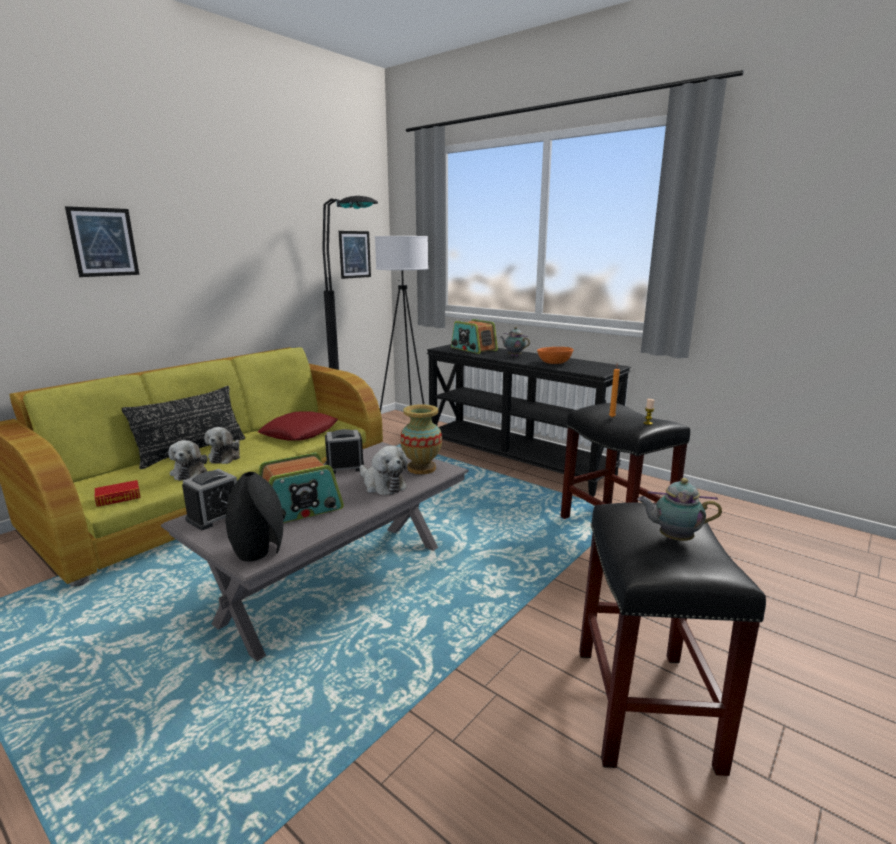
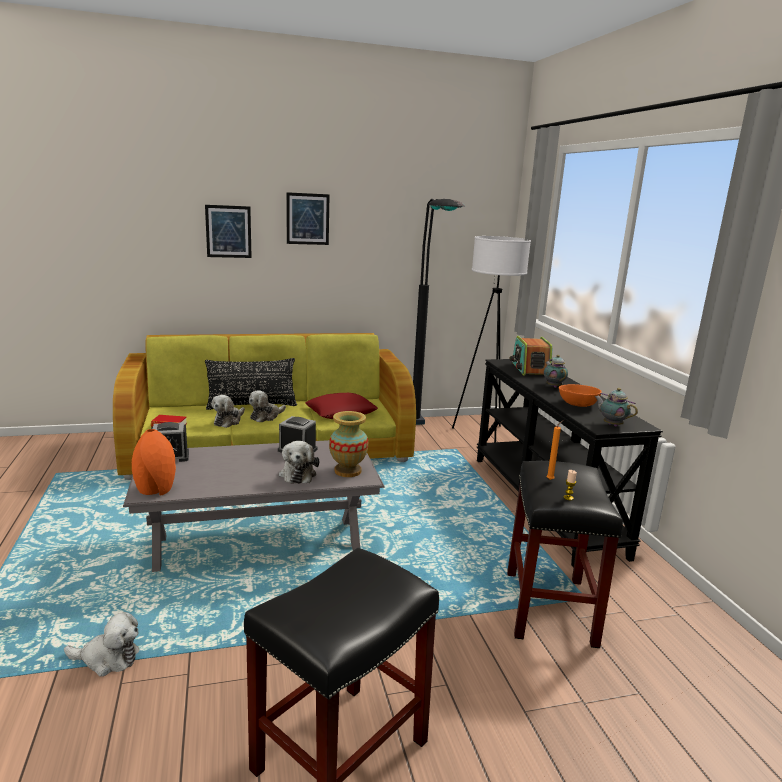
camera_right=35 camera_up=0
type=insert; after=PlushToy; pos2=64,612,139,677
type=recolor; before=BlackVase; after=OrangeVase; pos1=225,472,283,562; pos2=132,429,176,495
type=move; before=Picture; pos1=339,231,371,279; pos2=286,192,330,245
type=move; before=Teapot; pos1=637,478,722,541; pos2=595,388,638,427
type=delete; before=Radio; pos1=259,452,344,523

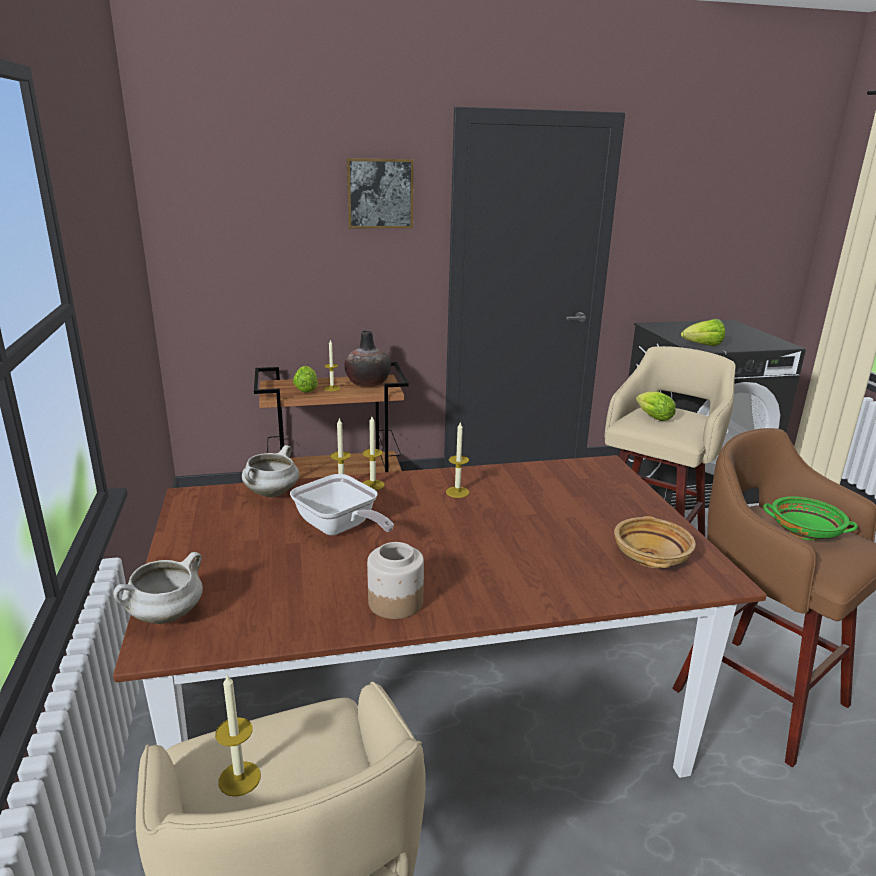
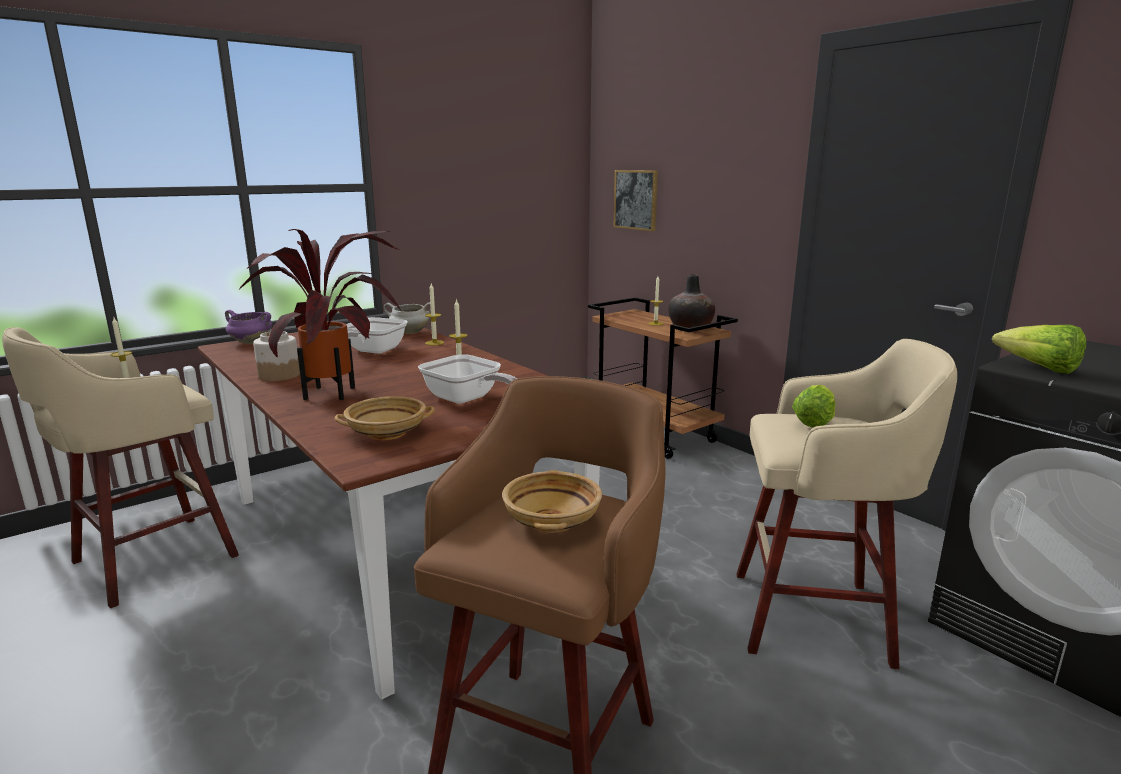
camera_right=65 camera_up=-5
type=recolor; before=WhiteCookingPot; after=PurpleCookingPot; pos1=113,552,203,624; pos2=225,310,272,344
type=insert; after=PottedPlant; pos2=240,229,401,400
type=insert; after=FryingPan; pos2=418,354,517,404
type=recolor; before=GreenBowl; after=BeigeBowl; pos1=763,496,858,541; pos2=502,470,602,533
type=move; before=Picture; pos1=347,158,414,228; pos2=613,170,658,231
type=delete; before=Lettuce; pos1=293,366,318,393
type=delete; before=Candle; pos1=362,416,385,490

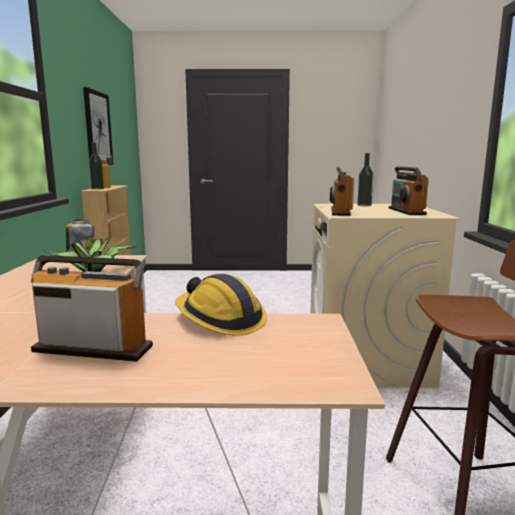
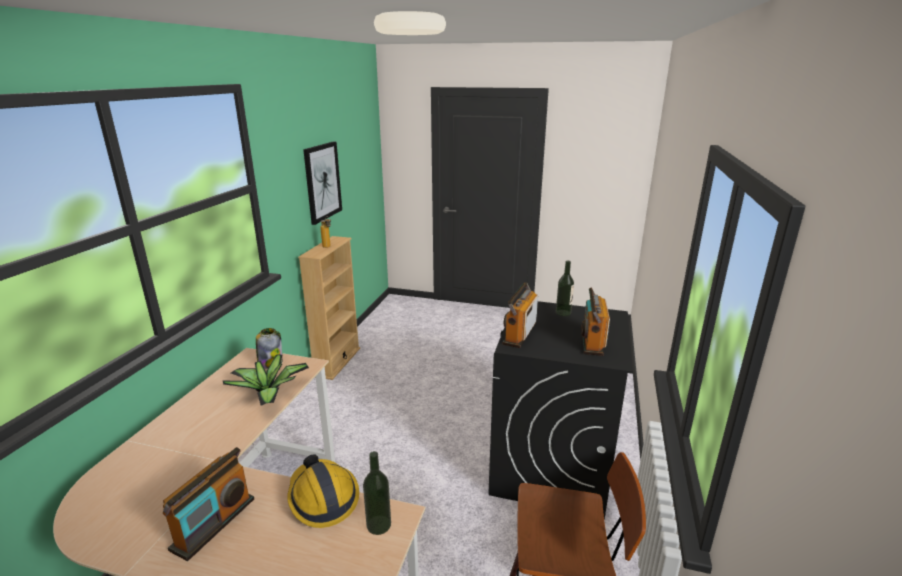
camera_right=15 camera_up=10
type=rotate; before=Radio; pos1=31,255,153,362; pos2=162,447,254,561; turn=90
type=move; before=Bottle; pos1=89,142,104,190; pos2=363,451,391,535
type=recolor; before=BeigeWashingMachine; after=BlackWashingMachine; pos1=310,204,461,388; pos2=488,299,633,519

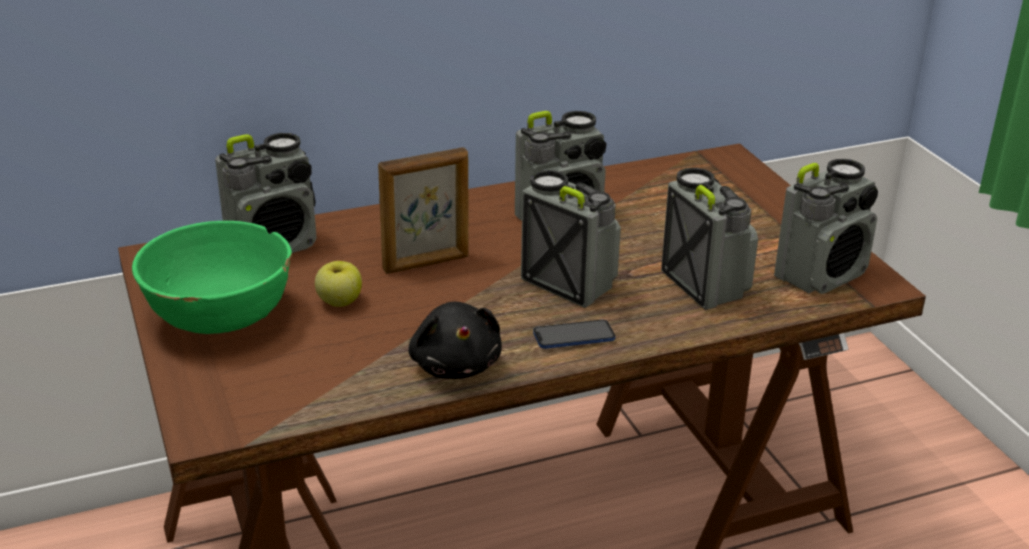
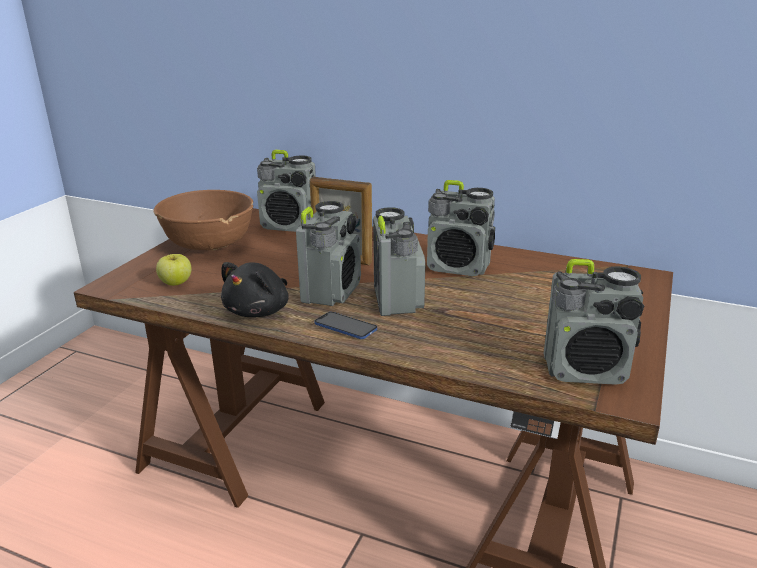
camera_right=45 camera_up=-5
type=recolor; before=GreenBowl; after=BrownBowl; pos1=132,221,292,334; pos2=154,190,253,250
type=move; before=Apple; pos1=315,261,362,307; pos2=156,254,192,286
type=move; before=Radio; pos1=661,168,758,310; pos2=296,201,361,306

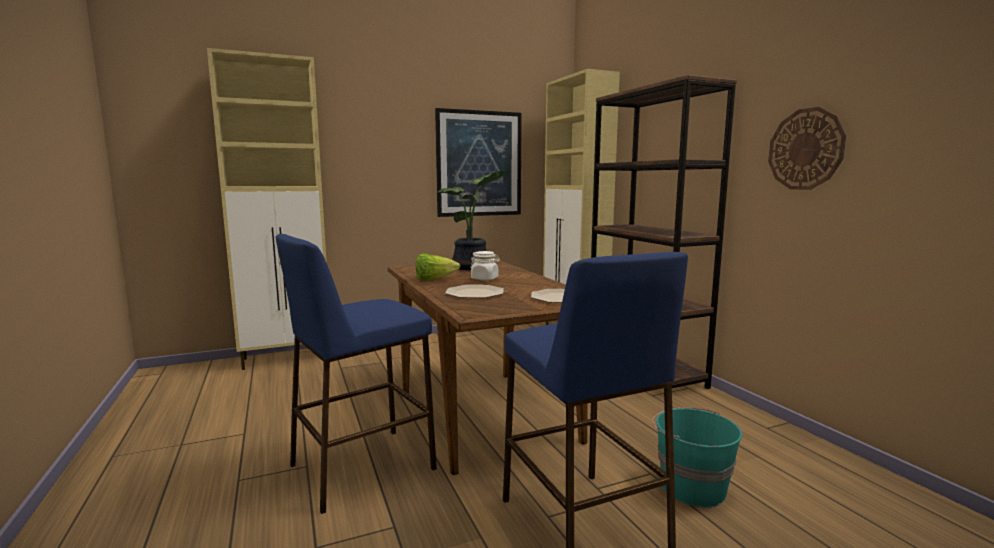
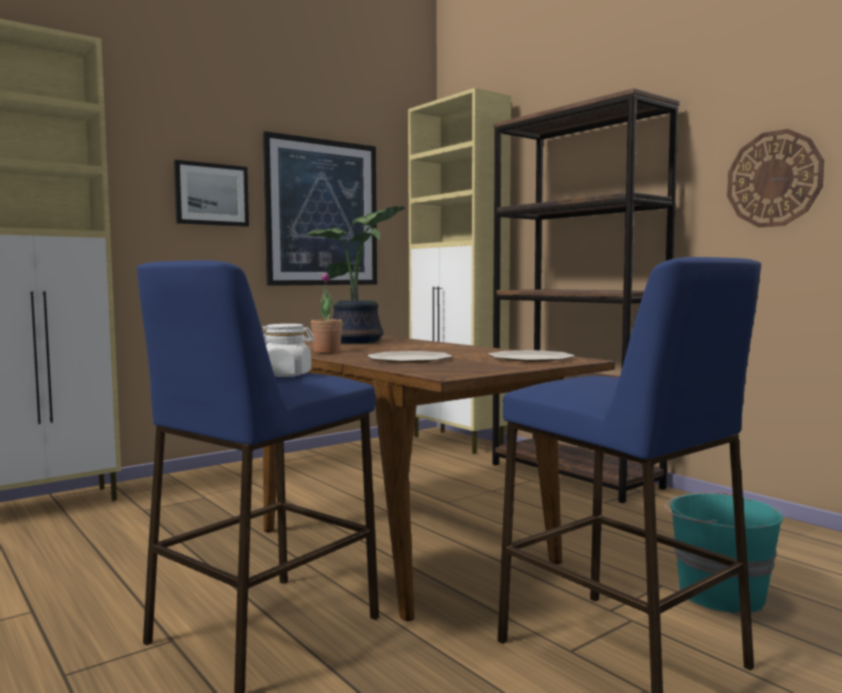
camera_right=-15 camera_up=-5
type=insert; after=Picture; pos2=174,160,249,227
type=move; before=WhiteJar; pos1=470,251,500,280; pos2=262,324,315,377
type=replace; before=Lettuce; after=PottedPlant; pos1=416,253,460,280; pos2=311,272,343,353

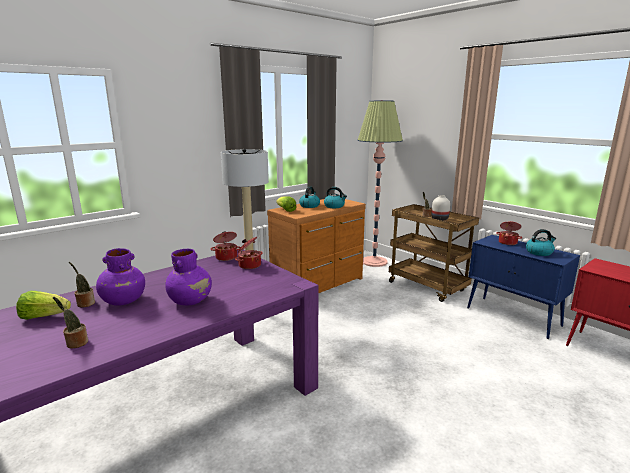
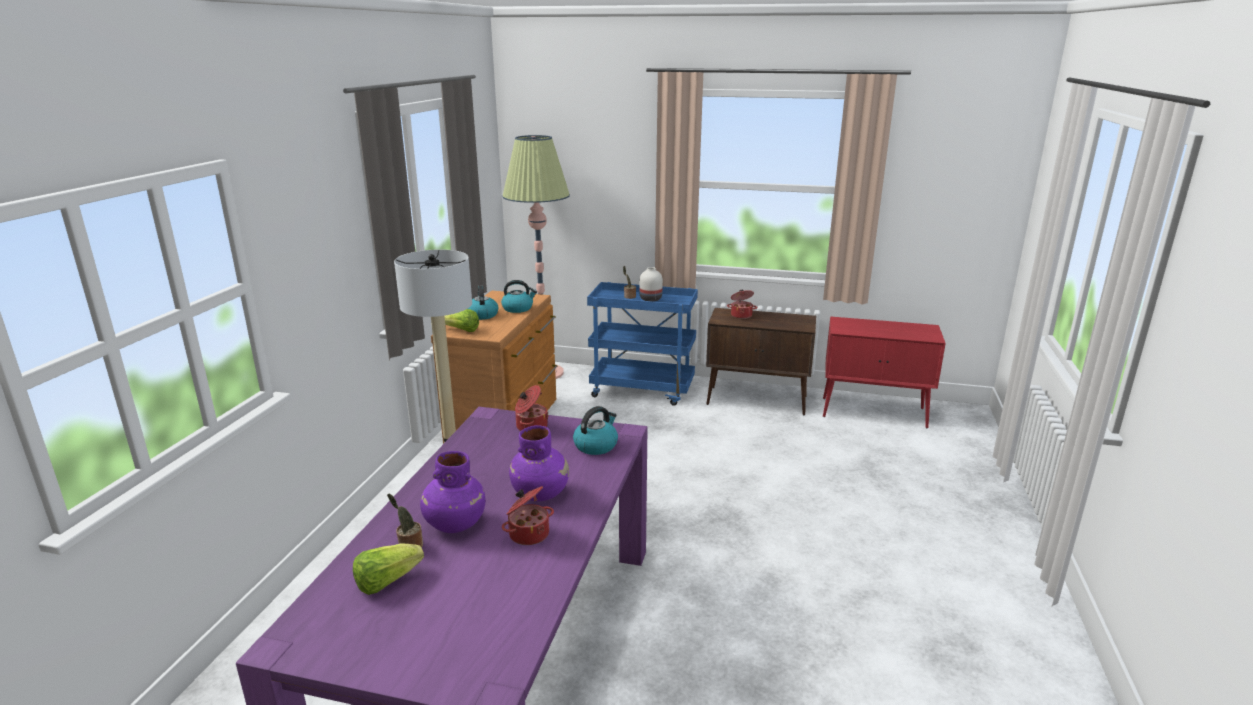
camera_right=-35 camera_up=5
type=move; before=CookingPot; pos1=211,231,241,261; pos2=502,486,554,545
type=move; before=Kettle; pos1=526,229,556,256; pos2=573,406,618,455
type=recolor; before=BrownCart; after=BlueCart; pos1=389,204,479,302; pos2=587,282,698,406
type=recolor; before=BlueCabinet; after=BrownCabinet; pos1=467,235,580,339; pos2=706,308,816,415
type=delete; before=PottedPlant; pos1=53,297,88,349

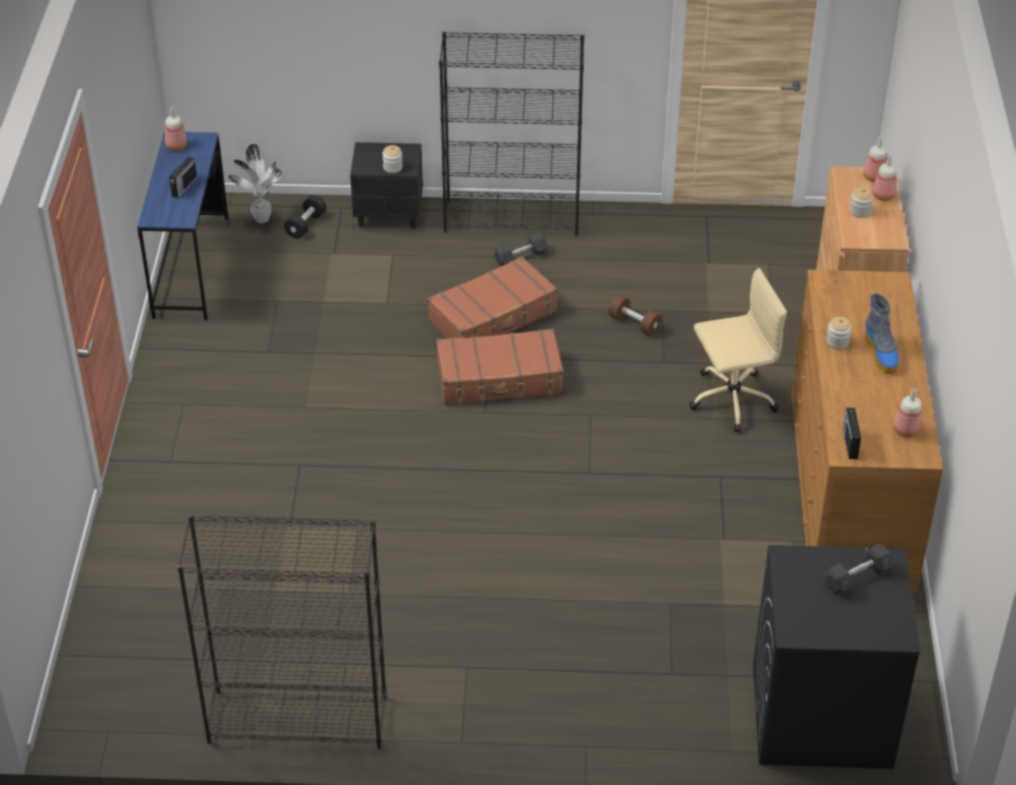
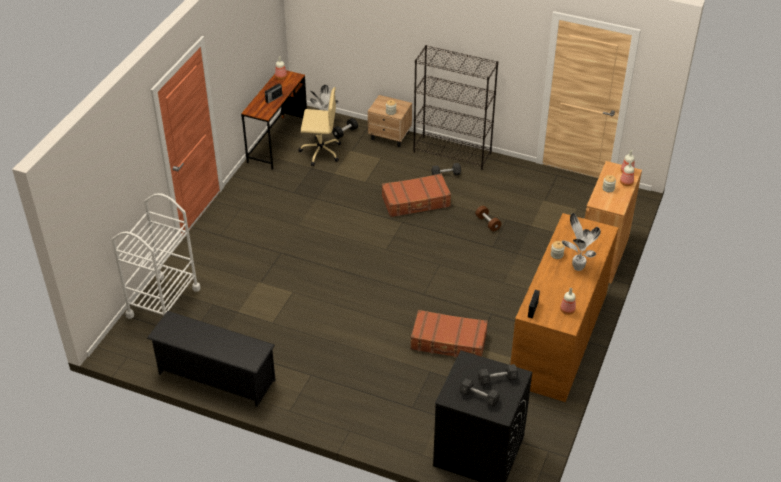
camera_right=20 camera_up=0
type=insert; after=WhiteCart; pos2=112,193,201,319
type=replace; before=BlackBookcase; after=BlackShoeRack; pos1=177,514,386,749; pos2=147,311,276,407
type=recolor; before=BlueDesk; after=BrownDesk; pos1=137,131,229,320; pos2=241,70,307,170
type=move; before=BeigeOfficeChair; pos1=689,268,787,433; pos2=298,87,341,166
type=recolor; before=BlackNightstand; after=BeigeNightstand; pos1=350,142,423,229; pos2=368,95,412,147
type=move; before=BrownSuitcase; pos1=436,329,563,405; pos2=411,310,488,357
type=insert; after=GreyDumbbell; pos2=460,378,500,407
type=replace; before=Boot; after=PottedPlant; pos1=864,293,899,374; pos2=562,213,601,271

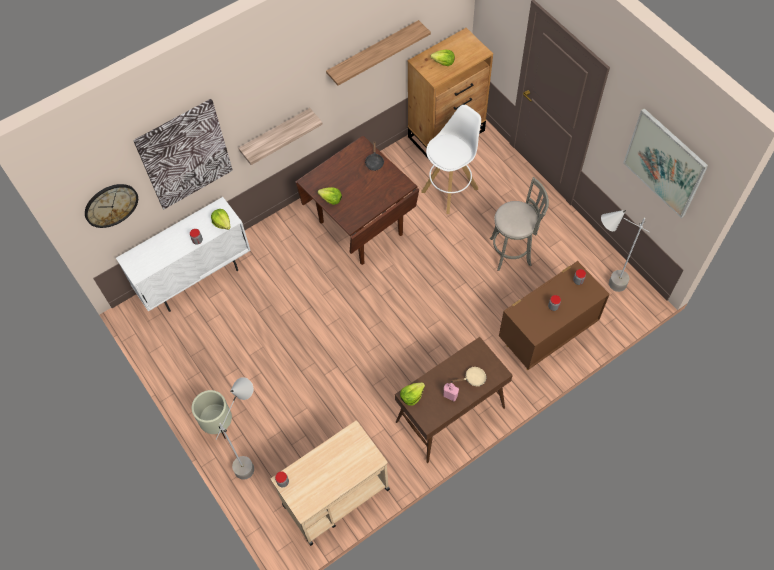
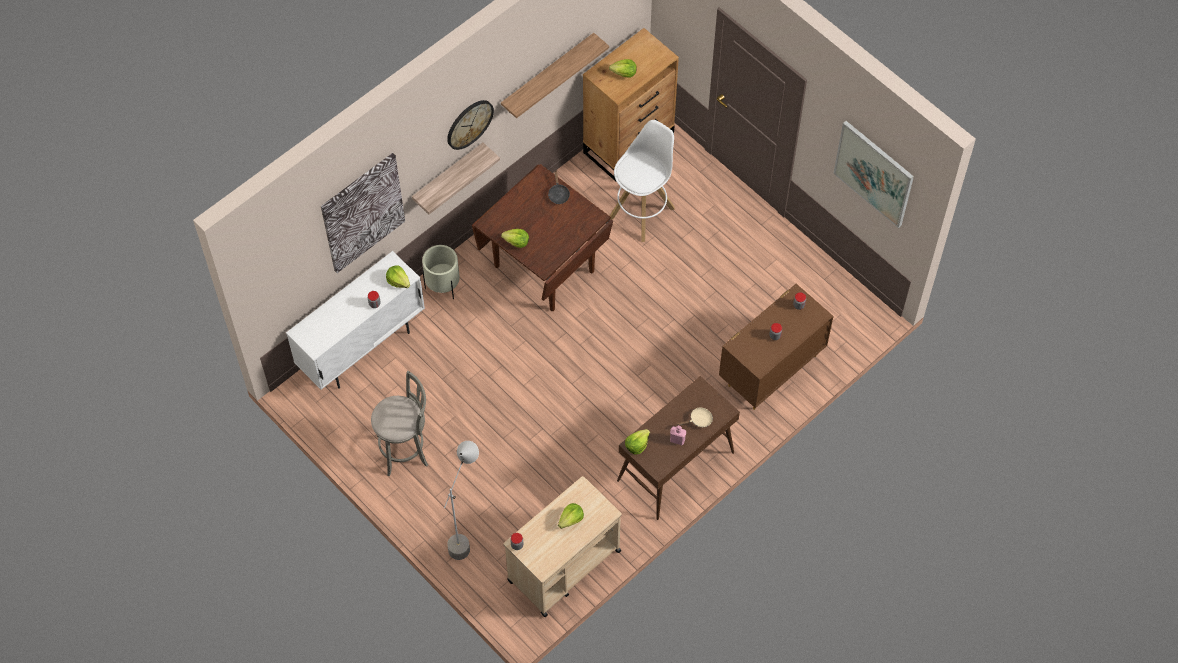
camera_right=-10 camera_up=0
type=move; before=GreyStool; pos1=490,177,549,271; pos2=371,371,428,476
type=move; before=BeigePlanter; pos1=192,390,232,439; pos2=422,245,460,300
type=move; before=WallClock; pos1=85,184,138,228; pos2=447,100,494,150
type=insert; after=Lettuce; pos2=558,503,584,529
type=delete; before=GreyFloorLamp; pos1=601,210,649,292

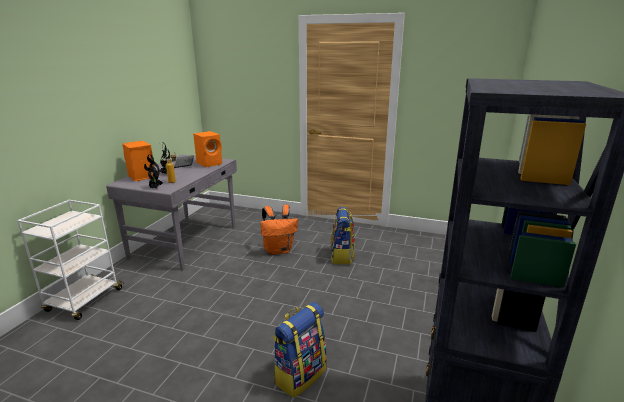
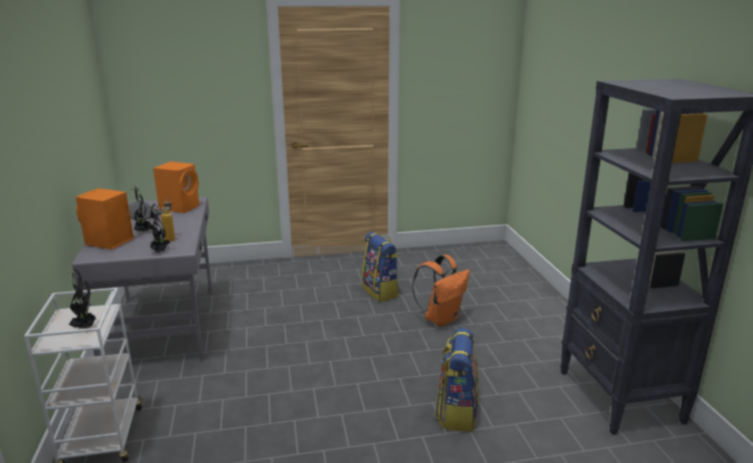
camera_right=-30 camera_up=0
type=insert; after=PottedPlant; pos2=66,269,97,329
type=move; before=OrangeBackpack; pos1=260,205,298,255; pos2=412,255,470,326

